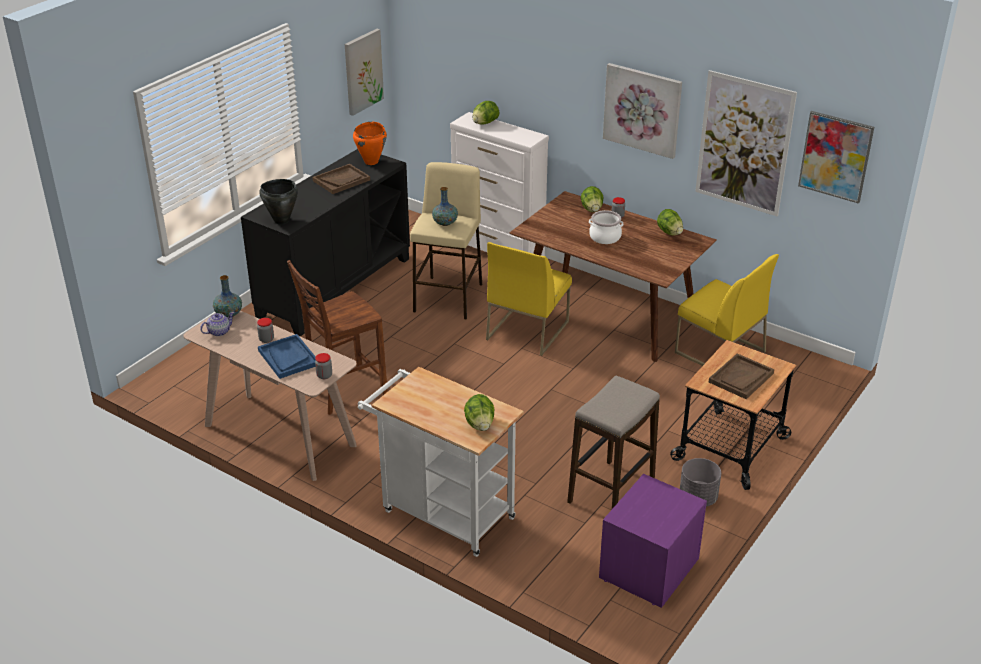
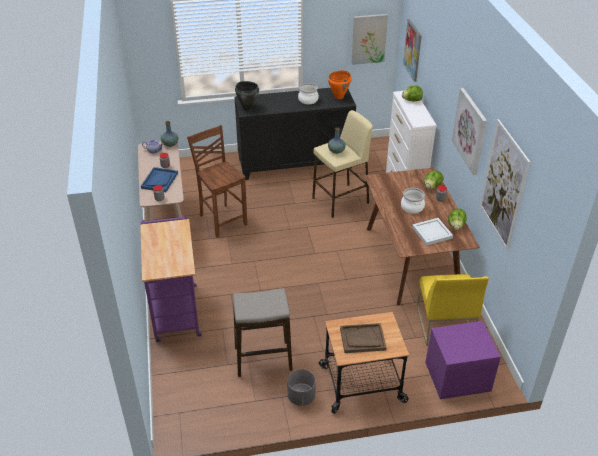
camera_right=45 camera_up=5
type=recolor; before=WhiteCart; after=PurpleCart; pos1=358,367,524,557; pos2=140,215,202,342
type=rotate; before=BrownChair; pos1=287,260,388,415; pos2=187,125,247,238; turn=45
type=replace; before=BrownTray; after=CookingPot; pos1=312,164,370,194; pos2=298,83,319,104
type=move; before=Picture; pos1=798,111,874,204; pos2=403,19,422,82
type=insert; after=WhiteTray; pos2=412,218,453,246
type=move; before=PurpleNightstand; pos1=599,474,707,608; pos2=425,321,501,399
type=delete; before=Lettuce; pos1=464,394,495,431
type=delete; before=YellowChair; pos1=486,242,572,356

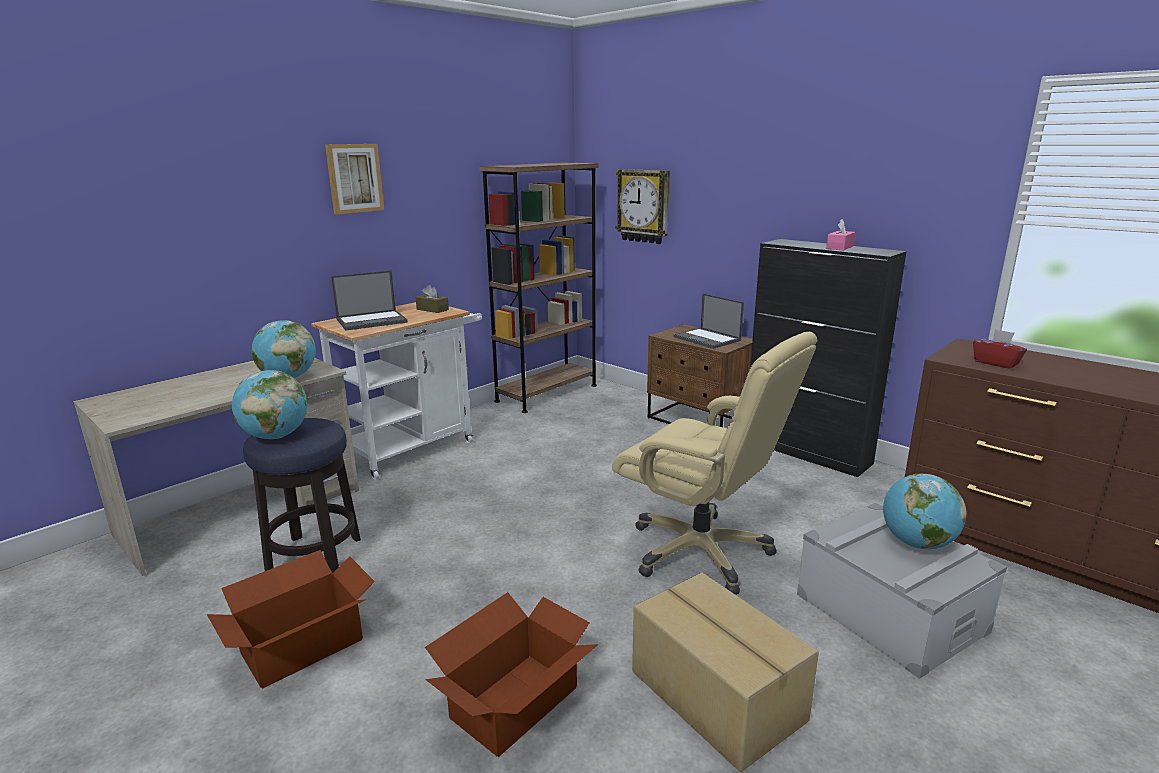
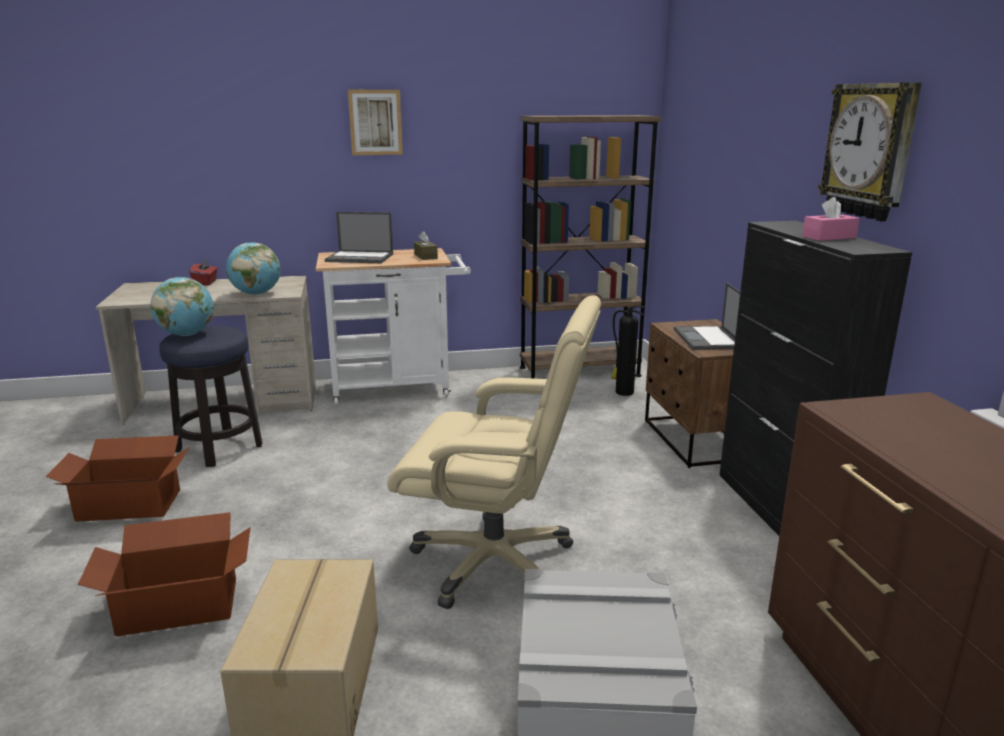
camera_right=35 camera_up=0
type=move; before=RedTissueBox; pos1=973,329,1027,369; pos2=189,258,218,286
type=rotate; before=BeigeOfficeChair; pos1=612,332,817,595; pos2=387,295,601,609; turn=-60
type=insert; after=FireExtinguisher; pos2=611,306,645,396
type=move; before=WallClock; pos1=615,169,670,244; pos2=818,82,922,221
type=delete; before=Globe; pos1=883,474,967,549

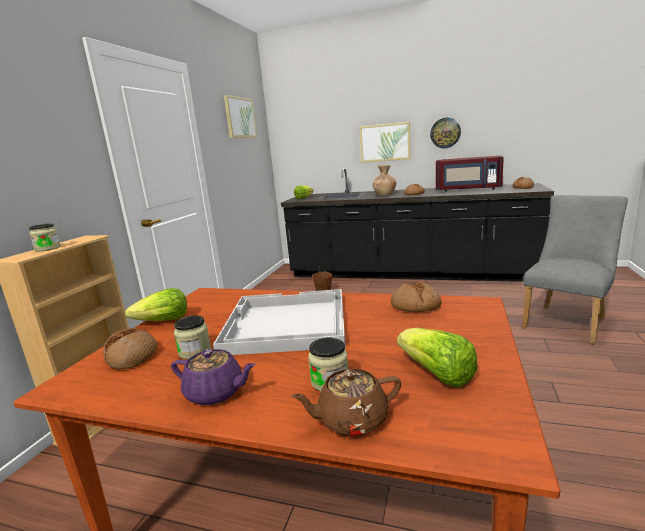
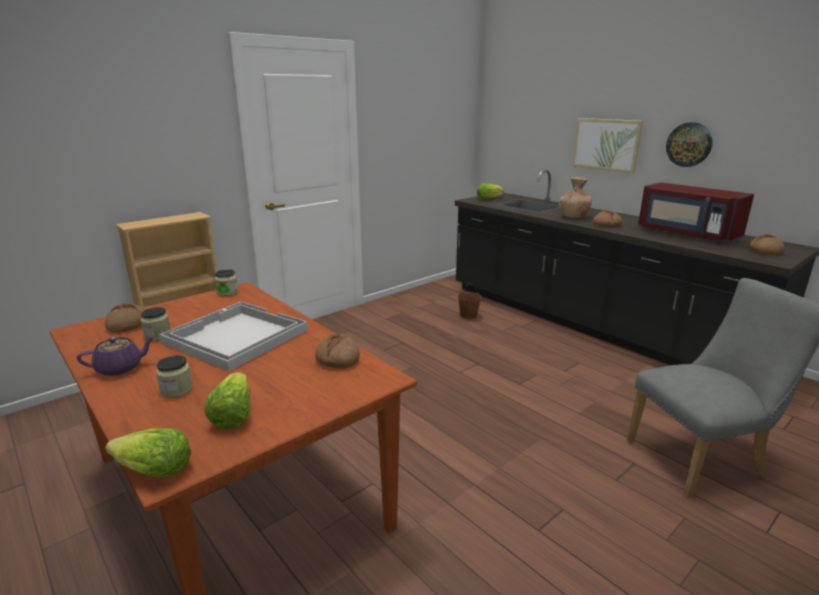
camera_right=30 camera_up=5
type=rotate; before=PurpleTeapot; pos1=171,349,256,405; pos2=77,337,155,376; turn=-75
type=move; before=Lettuce; pos1=125,288,187,321; pos2=105,428,191,478
type=move; before=Jar; pos1=29,223,61,252; pos2=215,269,238,296
type=delete; before=Picture; pos1=224,95,257,138
type=delete; before=BrownTeapot; pos1=290,368,401,437

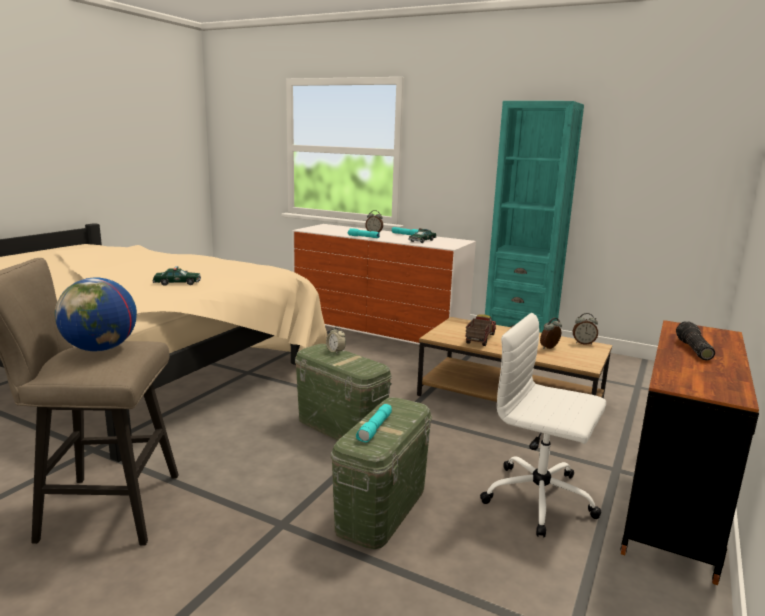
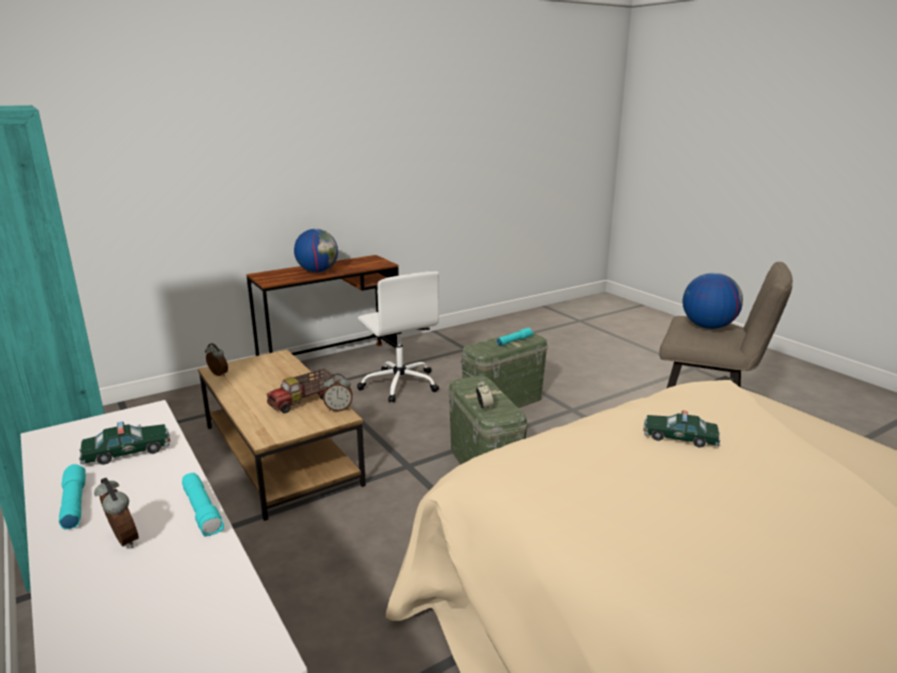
camera_right=-150 camera_up=5
type=replace; before=Flashlight; after=Globe; pos1=676,321,715,360; pos2=294,229,338,273
type=move; before=AlarmClock; pos1=540,318,562,349; pos2=323,374,353,412

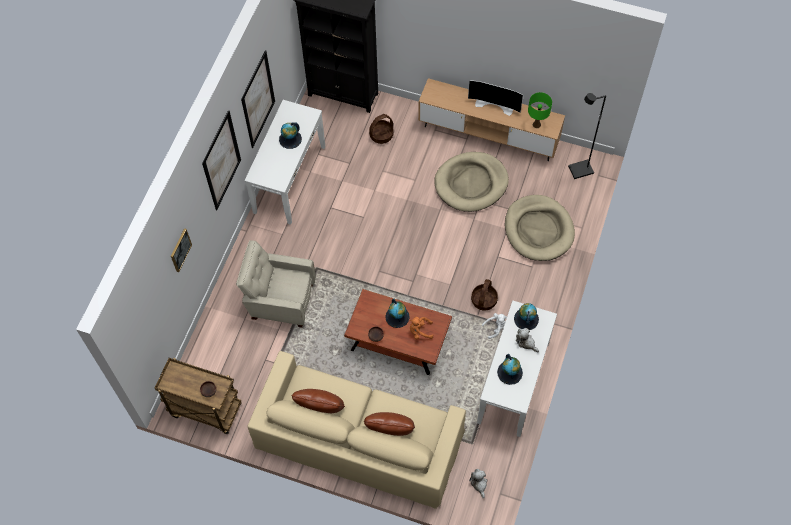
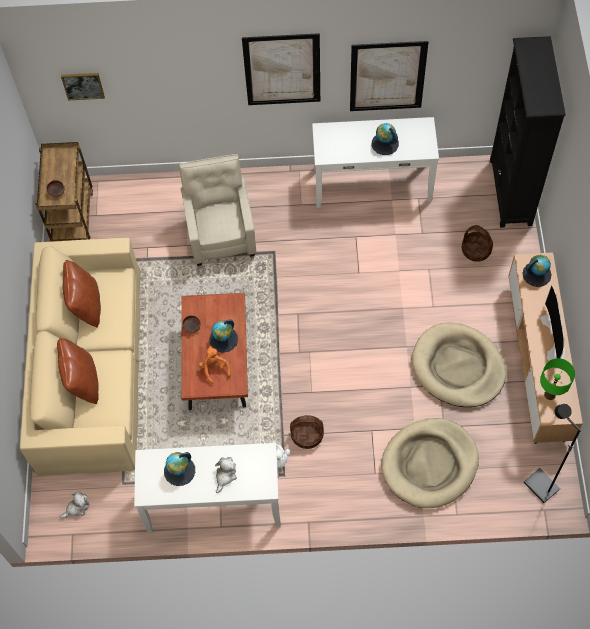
camera_right=70 camera_up=0
type=move; before=Picture; pos1=171,228,192,272; pos2=61,73,105,101
type=move; before=Globe; pos1=514,303,539,330; pos2=522,255,552,287

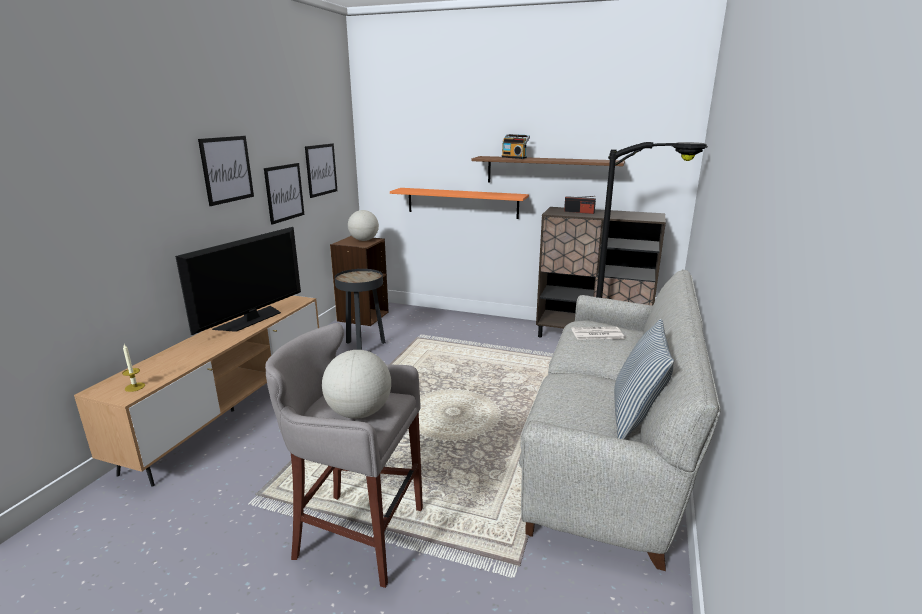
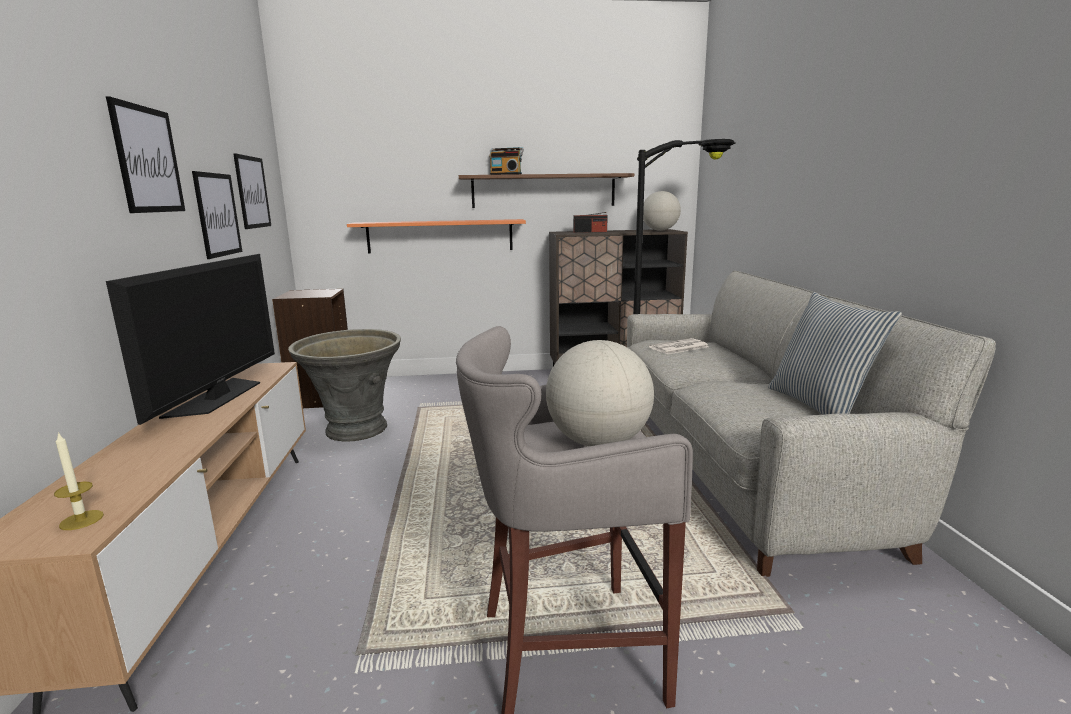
camera_right=-25 camera_up=-5
type=replace; before=BlackSideTable; after=GreyPlanter; pos1=335,269,386,350; pos2=288,329,401,442
type=move; before=Globe; pos1=348,210,379,241; pos2=643,191,681,231

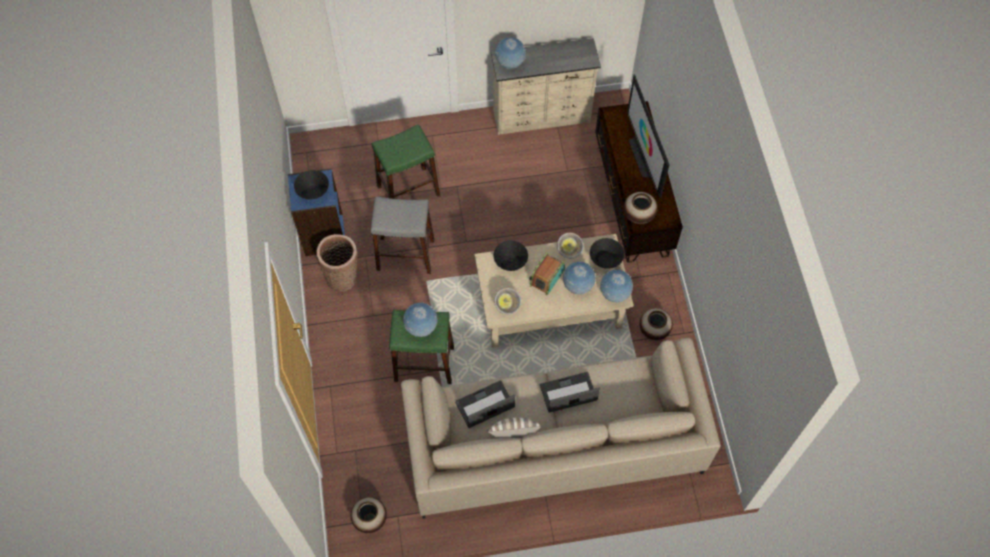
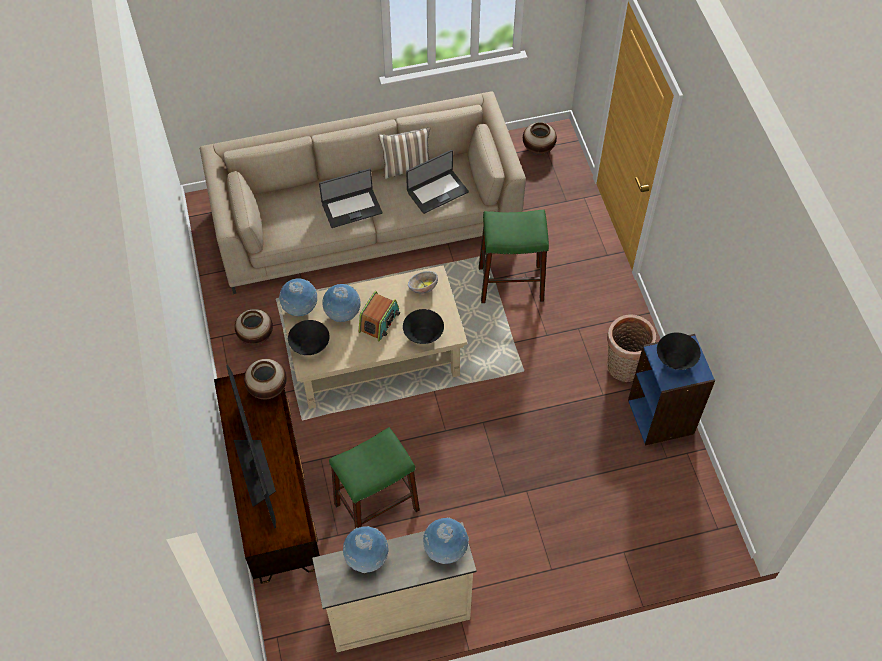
camera_right=175 camera_up=-5
type=move; before=GreenStool; pos1=372,124,440,199; pos2=329,427,420,529
type=move; before=Globe; pos1=403,303,437,337; pos2=343,526,389,573
type=delete; before=GreyStool; pos1=371,197,434,274
type=delete; before=Bowl; pos1=557,233,584,259

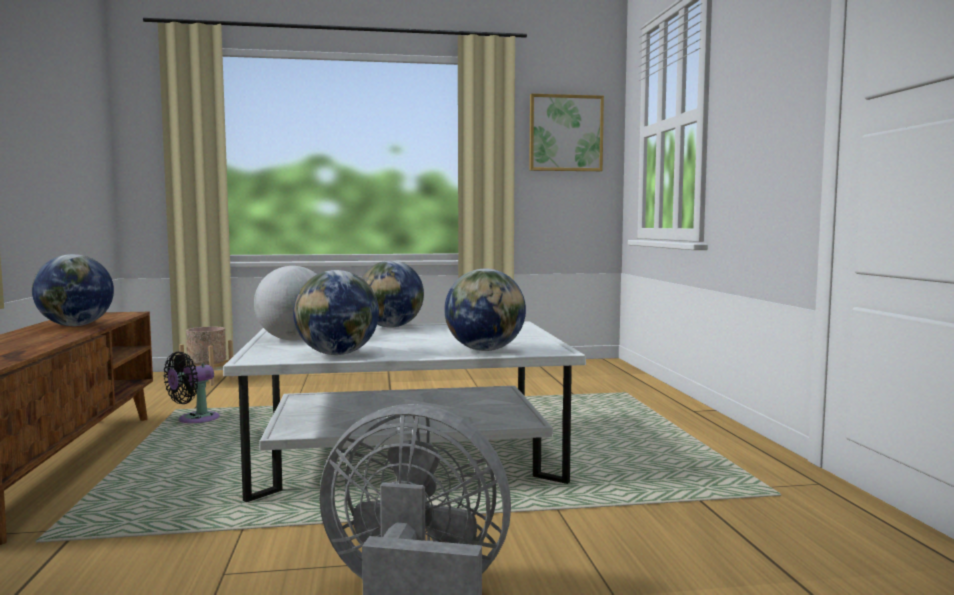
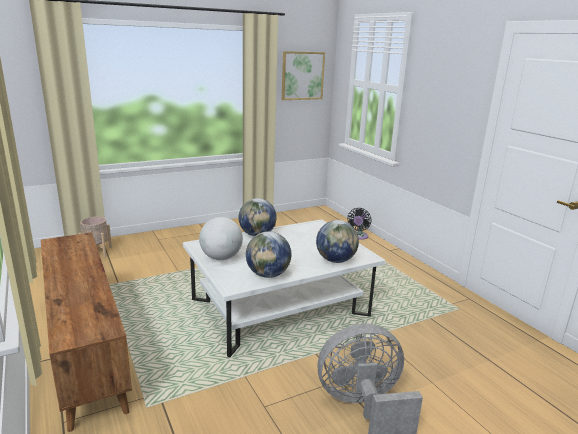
camera_right=-20 camera_up=15
type=move; before=BlackFan; pos1=164,352,220,423; pos2=347,208,371,240
type=delete; before=Globe; pos1=32,254,114,326

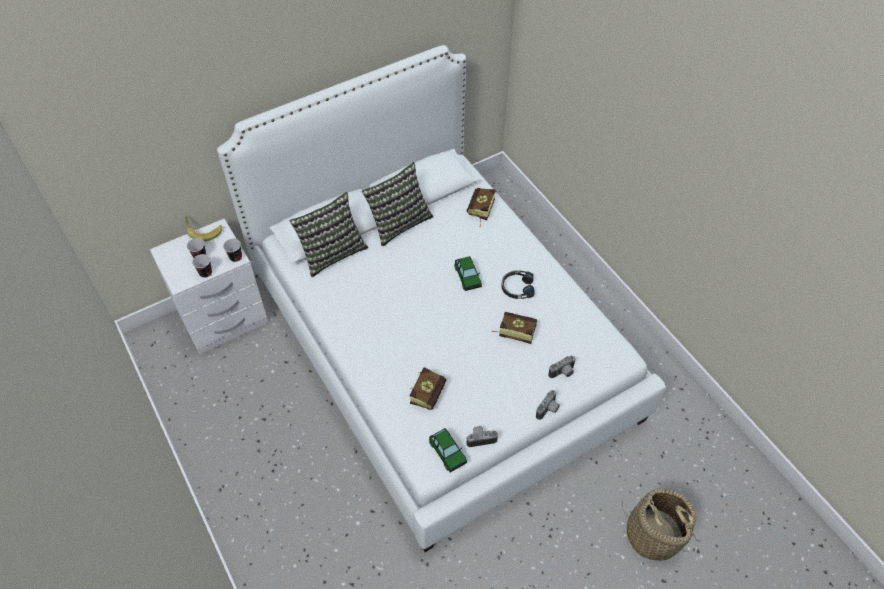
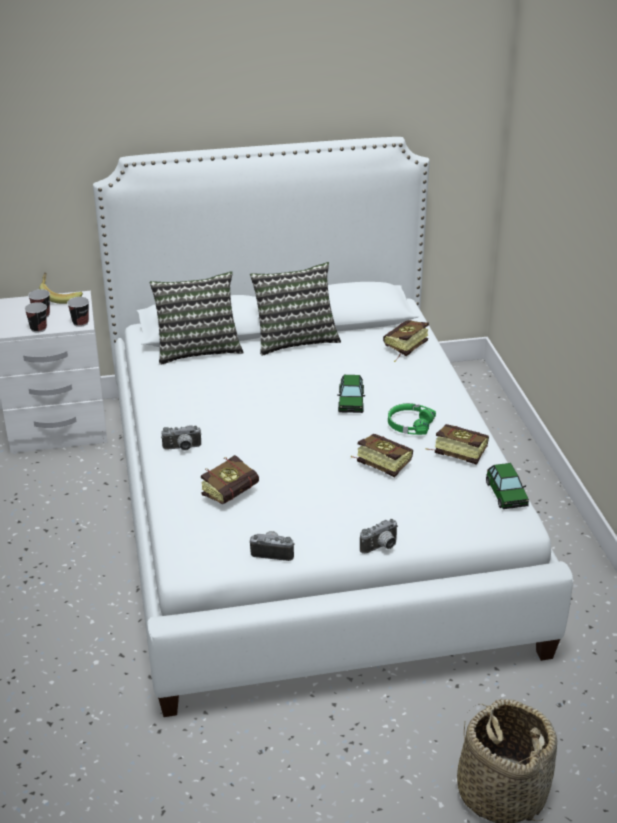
camera_right=20 camera_up=-20
type=move; before=PhotoCamera; pos1=548,356,576,378; pos2=161,425,201,451
type=recolor; before=BlackHeadphones; after=GreenHeadphones; pos1=501,271,535,299; pos2=388,403,436,435
type=insert; after=Book; pos2=425,424,489,465
type=move; before=ToyCar; pos1=429,428,467,472; pos2=486,463,529,509

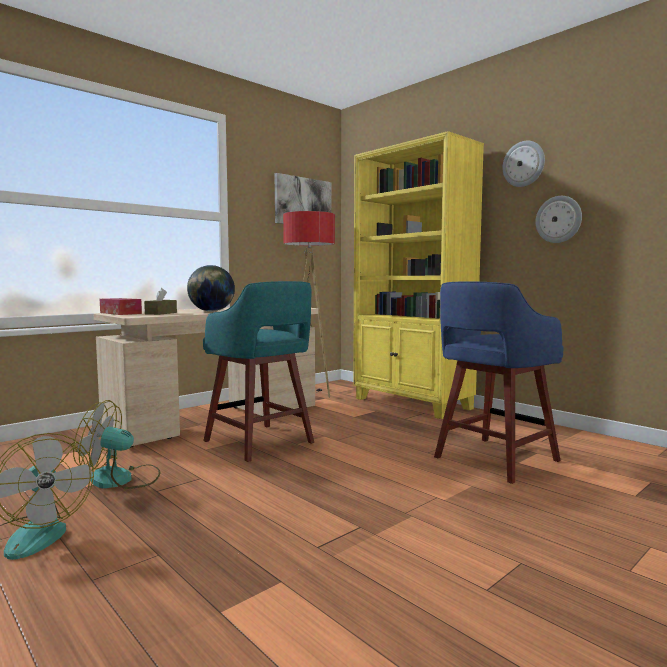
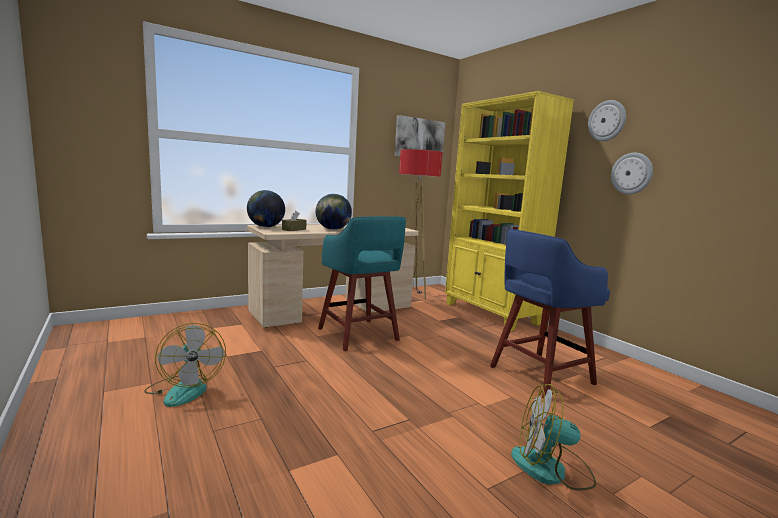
camera_right=10 camera_up=5
type=replace; before=TissueBox; after=Globe; pos1=100,298,142,315; pos2=247,190,285,227
type=move; before=Fan; pos1=73,400,160,489; pos2=511,384,596,491

